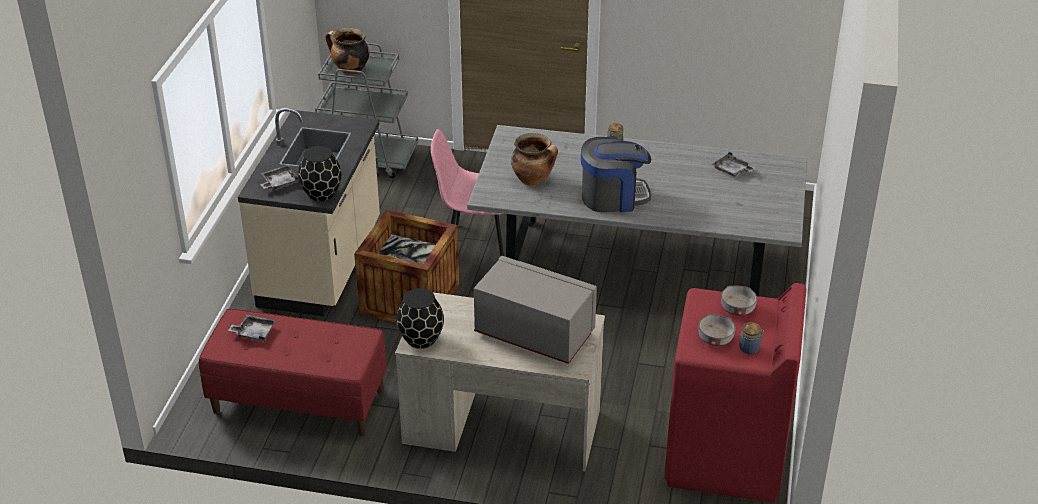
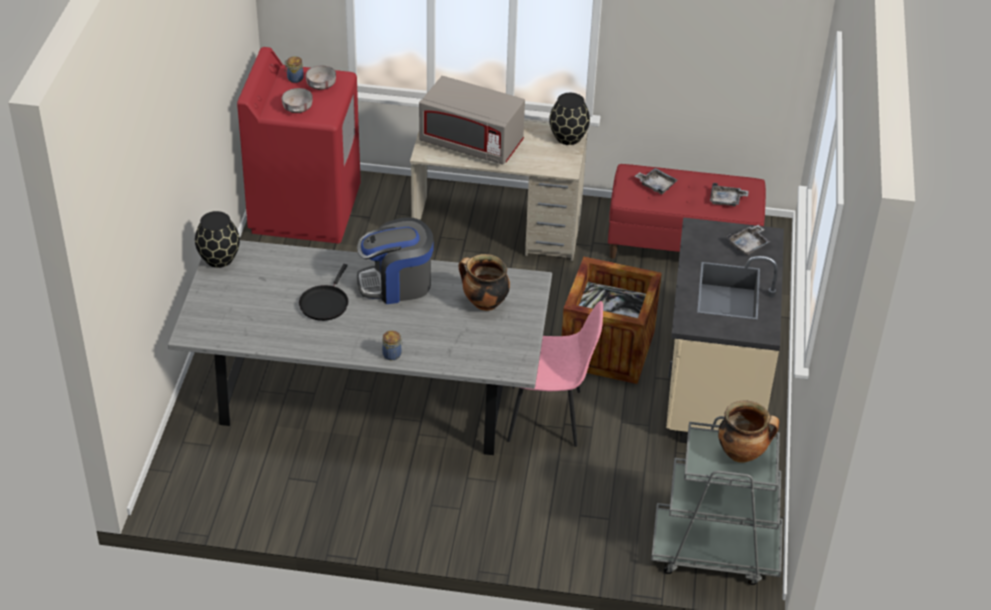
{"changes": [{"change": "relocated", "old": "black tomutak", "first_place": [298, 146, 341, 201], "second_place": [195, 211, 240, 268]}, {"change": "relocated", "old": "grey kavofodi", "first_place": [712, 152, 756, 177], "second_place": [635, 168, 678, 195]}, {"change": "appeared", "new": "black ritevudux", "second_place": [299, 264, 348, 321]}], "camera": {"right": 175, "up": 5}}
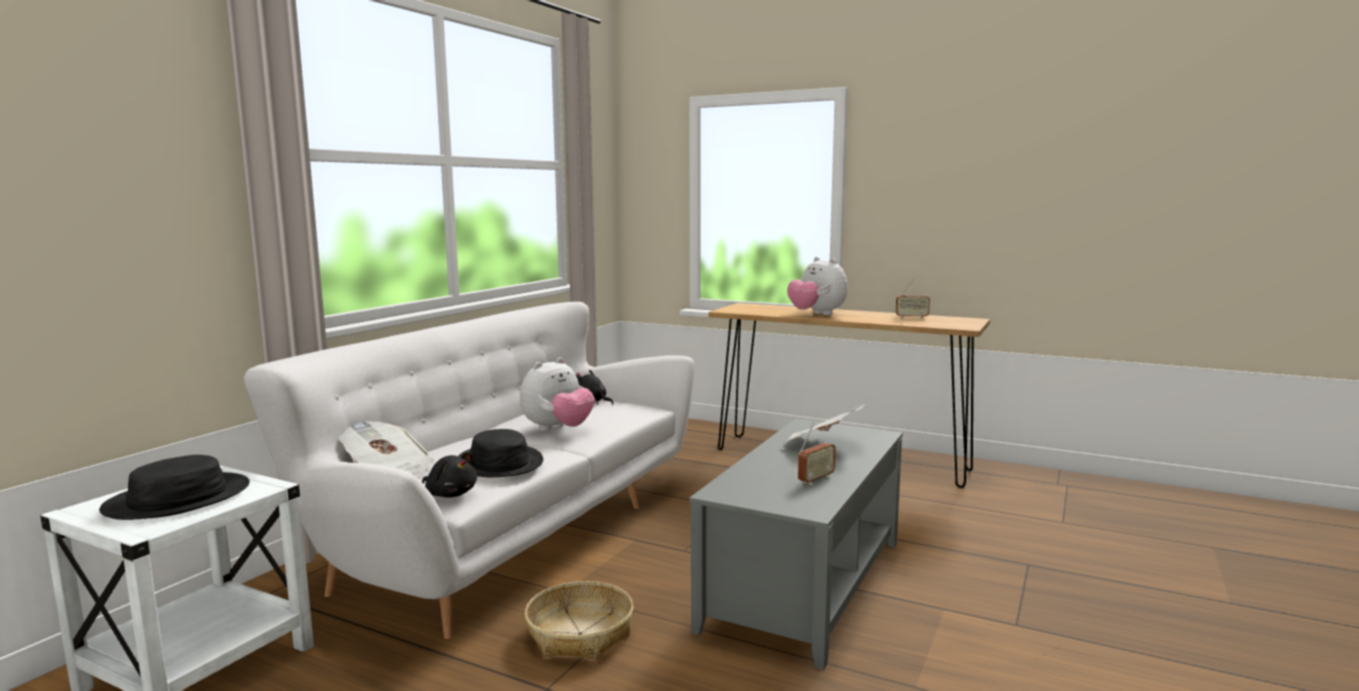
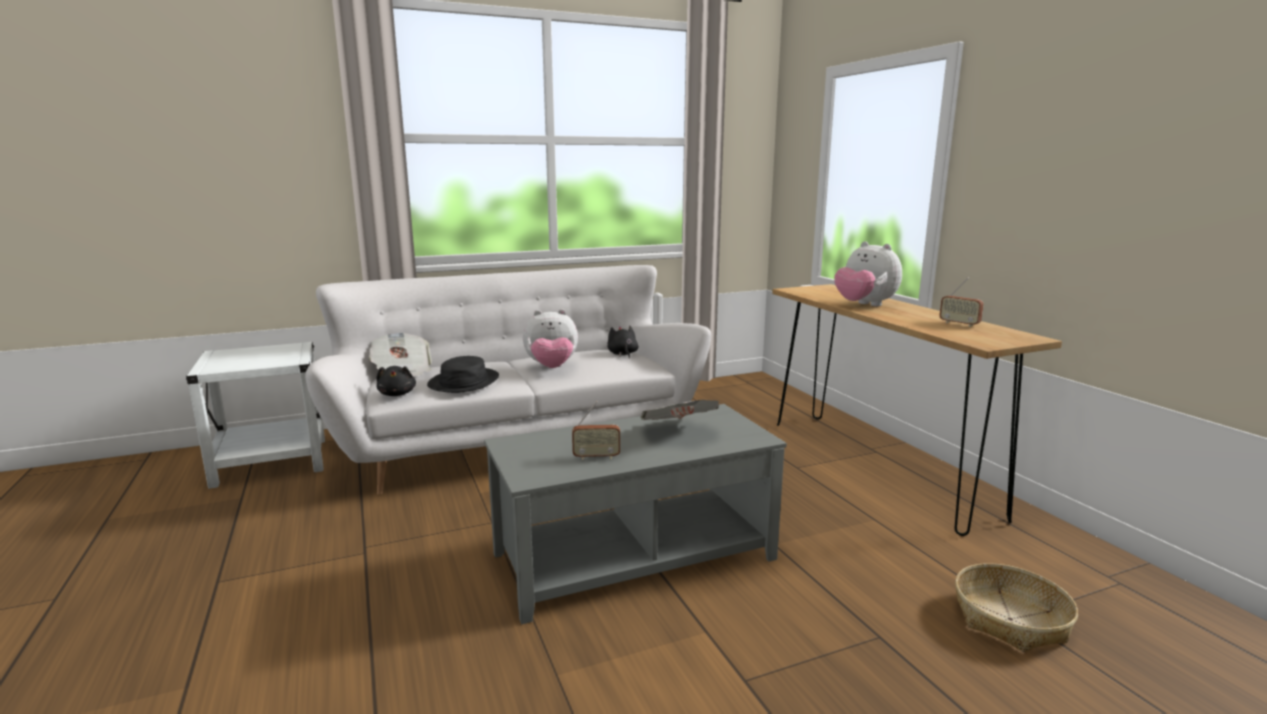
{"changes": [{"change": "missing", "old": "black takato", "first_place": [99, 455, 250, 520]}, {"change": "relocated", "old": "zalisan", "first_place": [525, 581, 634, 659], "second_place": [955, 563, 1078, 652]}, {"change": "spun", "old": "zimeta", "first_place": [787, 257, 848, 315], "second_place": [834, 241, 902, 306], "degrees": -45}], "camera": {"right": 40, "up": 5}}
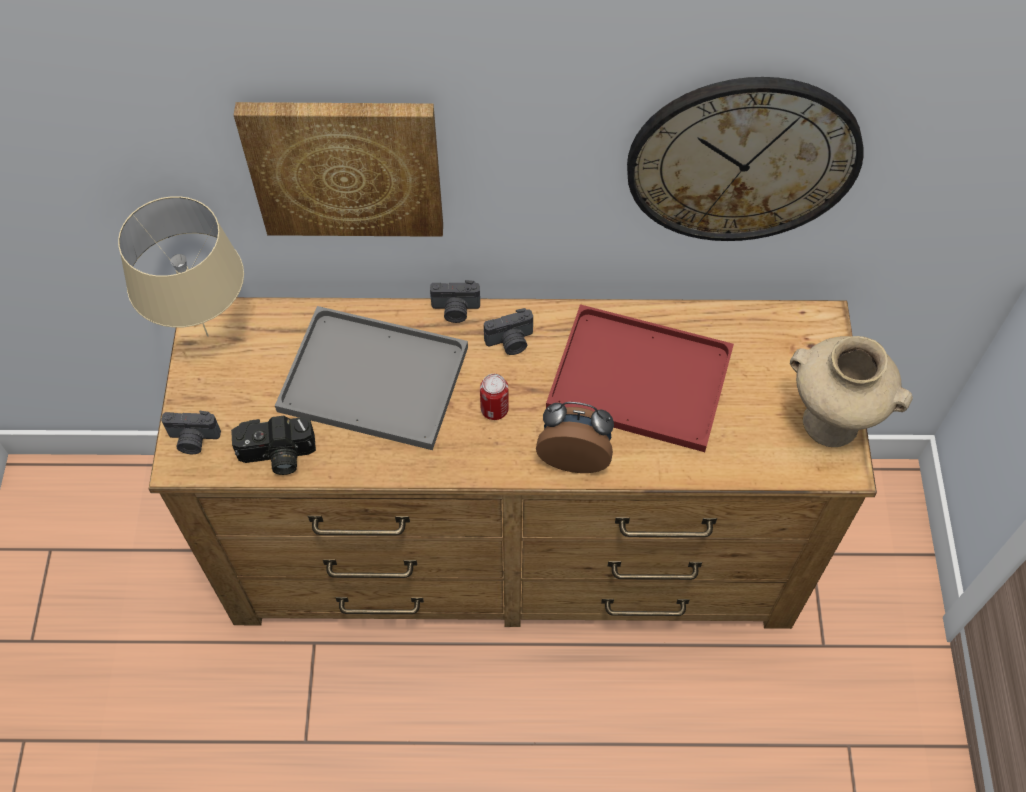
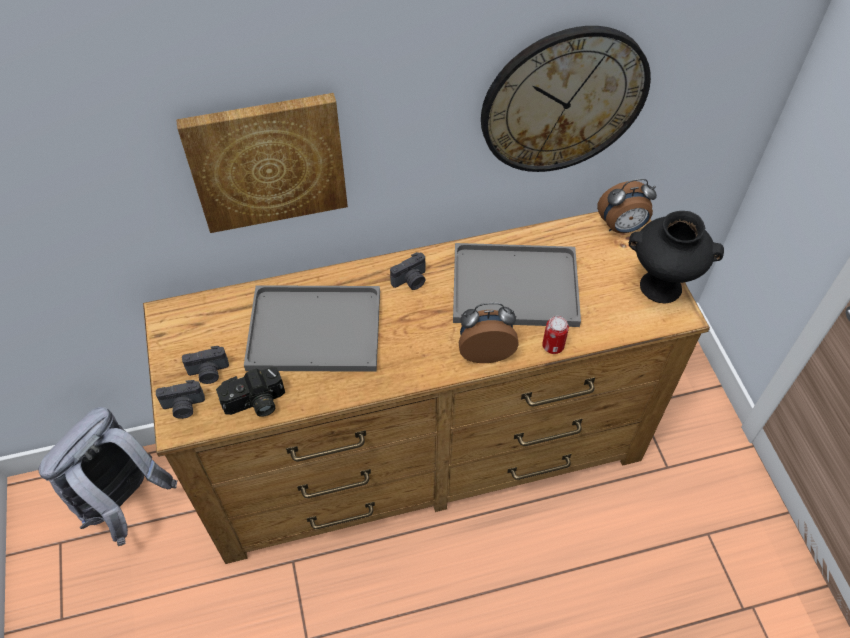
{"changes": [{"change": "missing", "old": "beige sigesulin", "first_place": [118, 196, 244, 337]}, {"change": "relocated", "old": "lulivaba", "first_place": [430, 280, 480, 323], "second_place": [182, 346, 229, 384]}, {"change": "relocated", "old": "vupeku", "first_place": [480, 374, 509, 420], "second_place": [542, 316, 569, 354]}, {"change": "colour", "old": "red kavofodi", "new": "grey kavofodi", "first_place": [546, 304, 734, 452], "second_place": [453, 243, 581, 327]}, {"change": "colour", "old": "beige tomutak", "new": "black tomutak", "first_place": [790, 336, 913, 447], "second_place": [629, 211, 724, 304]}, {"change": "appeared", "new": "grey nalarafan", "second_place": [38, 407, 177, 546]}, {"change": "appeared", "new": "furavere", "second_place": [597, 179, 657, 233]}], "camera": {"right": -15, "up": -5}}
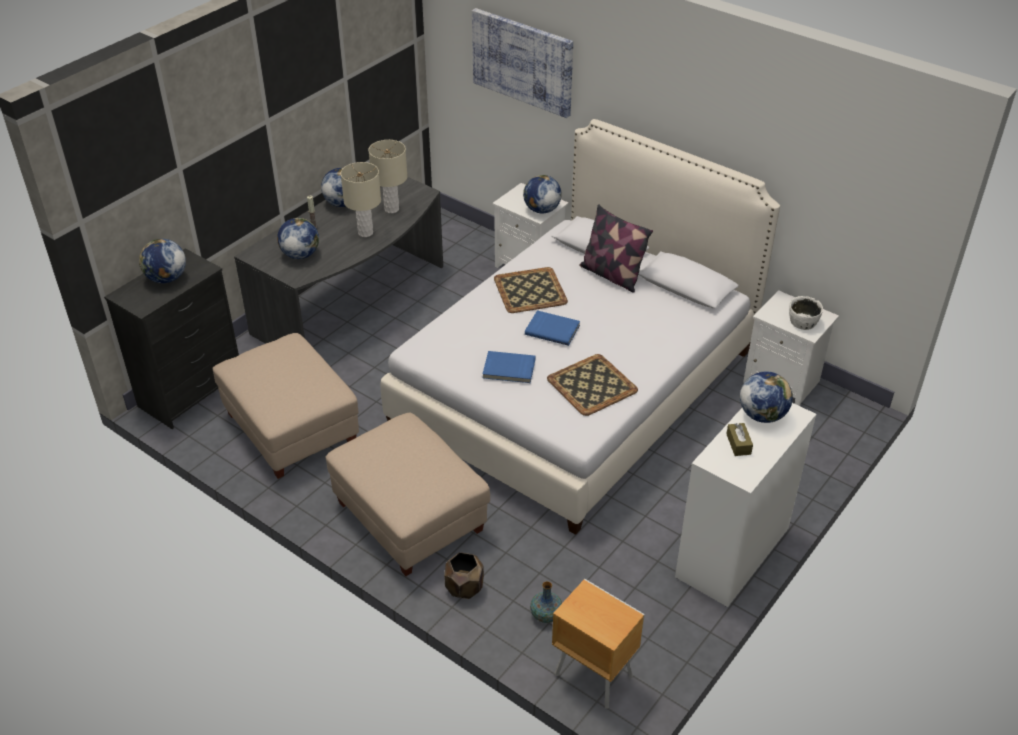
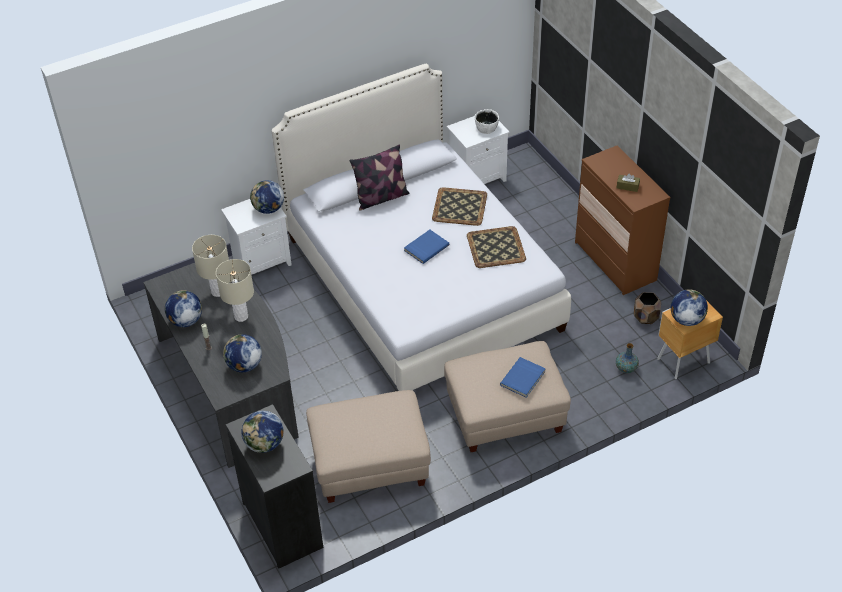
{"changes": [{"change": "relocated", "old": "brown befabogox", "first_place": [444, 552, 484, 599], "second_place": [634, 292, 661, 324]}, {"change": "missing", "old": "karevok", "first_place": [472, 8, 573, 118]}, {"change": "relocated", "old": "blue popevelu", "first_place": [483, 351, 536, 383], "second_place": [500, 357, 546, 398]}, {"change": "relocated", "old": "kavofodi", "first_place": [494, 267, 568, 313], "second_place": [432, 187, 487, 226]}, {"change": "colour", "old": "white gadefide", "new": "brown gadefide", "first_place": [675, 403, 816, 607], "second_place": [575, 146, 670, 295]}, {"change": "relocated", "old": "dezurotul", "first_place": [740, 371, 793, 423], "second_place": [671, 289, 708, 326]}], "camera": {"right": -65, "up": 5}}
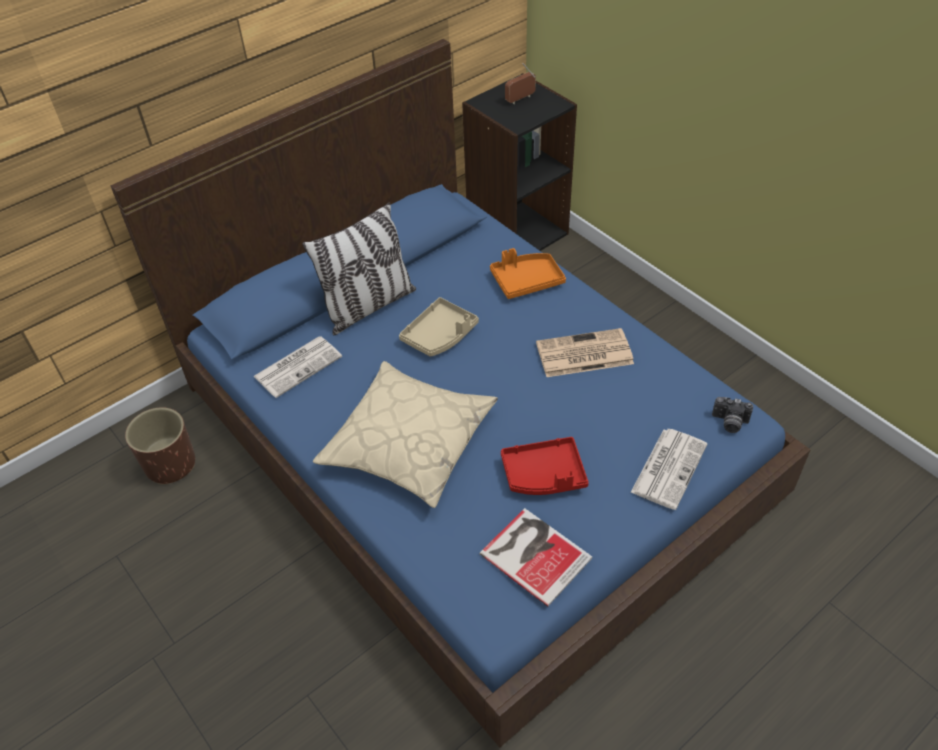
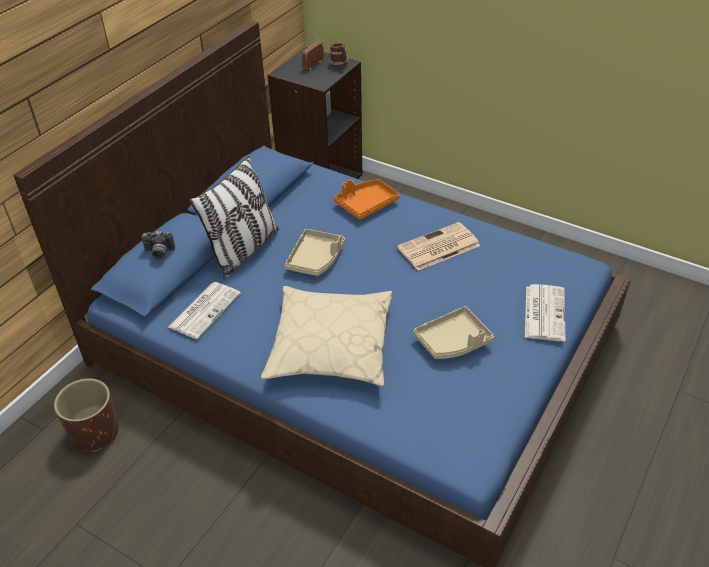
{"changes": [{"change": "missing", "old": "popevelu", "first_place": [480, 508, 592, 607]}, {"change": "colour", "old": "red kavofodi", "new": "beige kavofodi", "first_place": [501, 437, 589, 495], "second_place": [414, 306, 494, 359]}, {"change": "relocated", "old": "lulivaba", "first_place": [712, 397, 753, 433], "second_place": [141, 231, 175, 259]}, {"change": "appeared", "new": "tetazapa", "second_place": [329, 43, 349, 67]}], "camera": {"right": -20, "up": -5}}
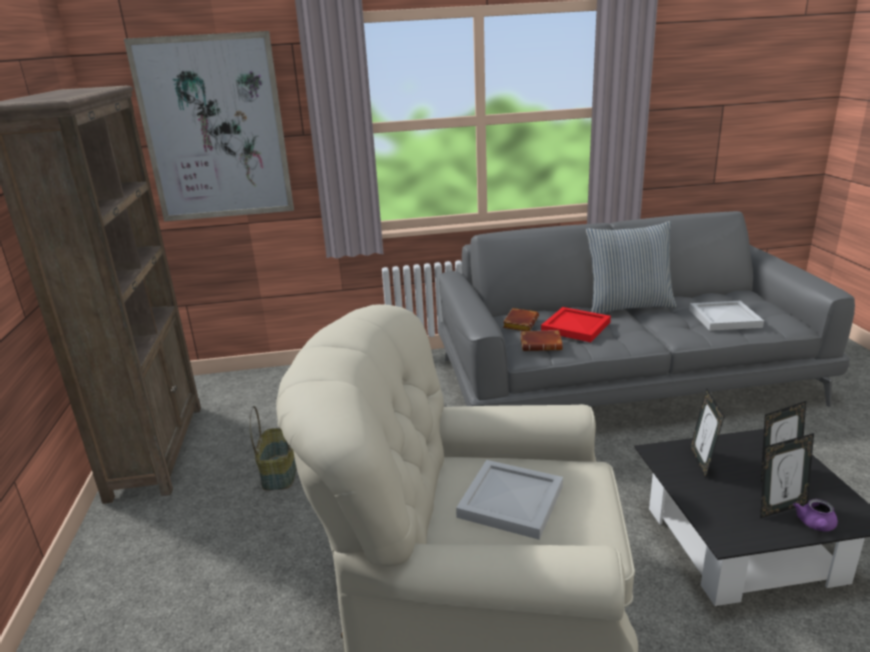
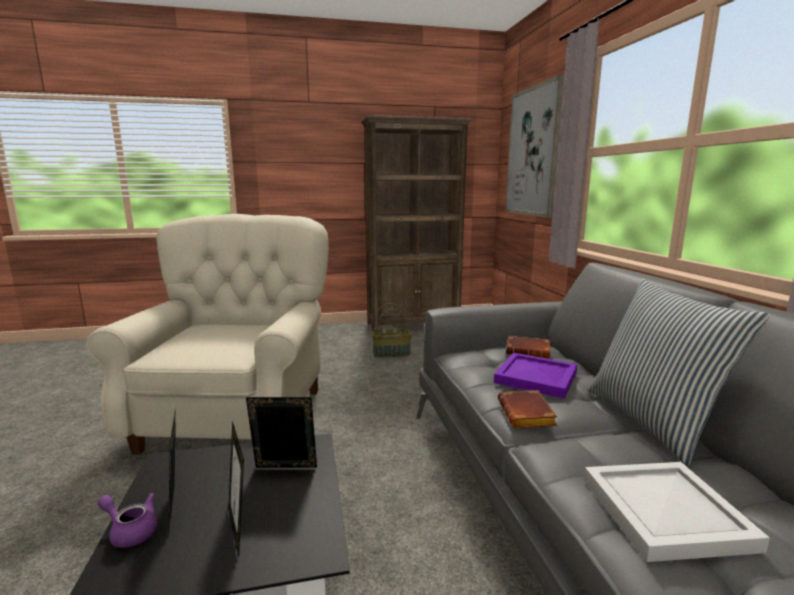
{"changes": [{"change": "missing", "old": "white kavofodi", "first_place": [456, 460, 563, 540]}, {"change": "relocated", "old": "brown popevelu", "first_place": [520, 330, 563, 351], "second_place": [498, 390, 557, 428]}, {"change": "colour", "old": "red kavofodi", "new": "purple kavofodi", "first_place": [541, 307, 611, 342], "second_place": [494, 353, 577, 399]}], "camera": {"right": 85, "up": -10}}
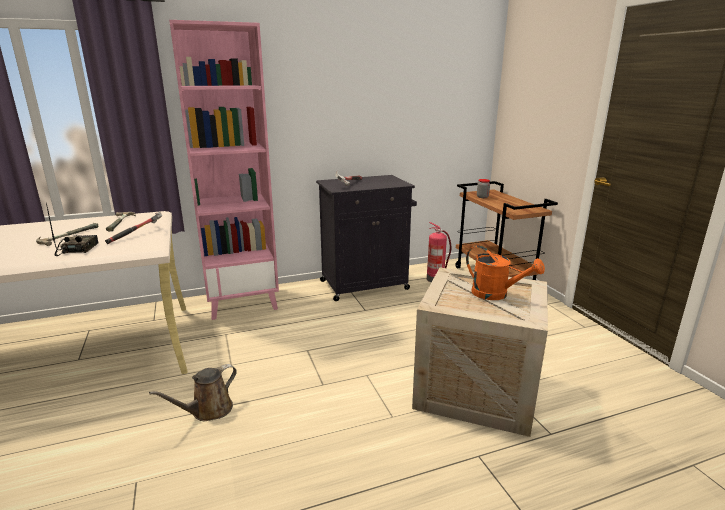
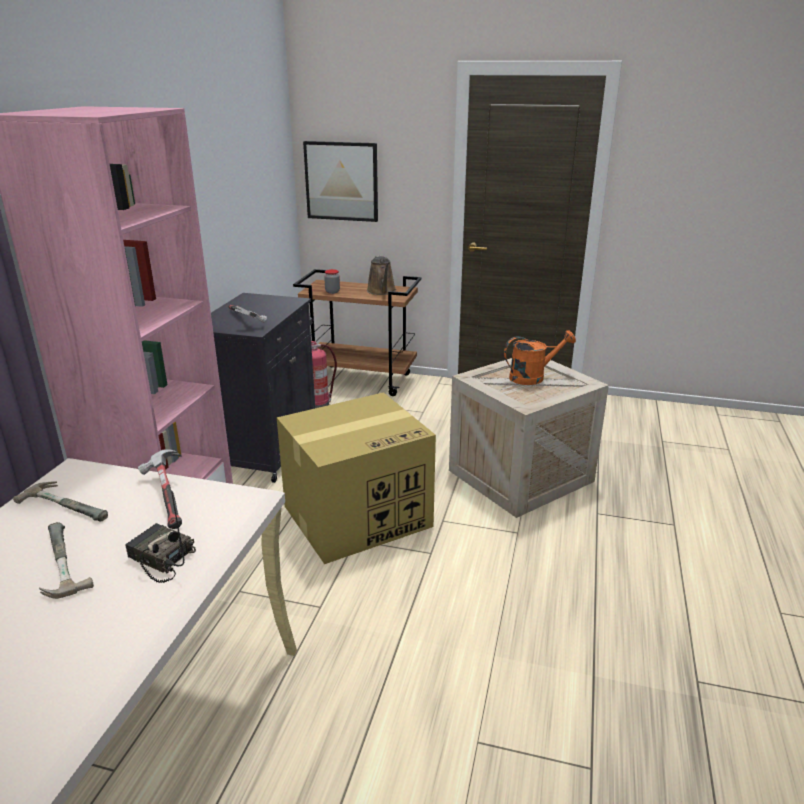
{"changes": [{"change": "relocated", "old": "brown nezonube", "first_place": [149, 364, 237, 421], "second_place": [367, 256, 396, 295]}, {"change": "appeared", "new": "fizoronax", "second_place": [277, 392, 436, 564]}, {"change": "appeared", "new": "karevok", "second_place": [303, 141, 378, 222]}], "camera": {"right": -55, "up": 5}}
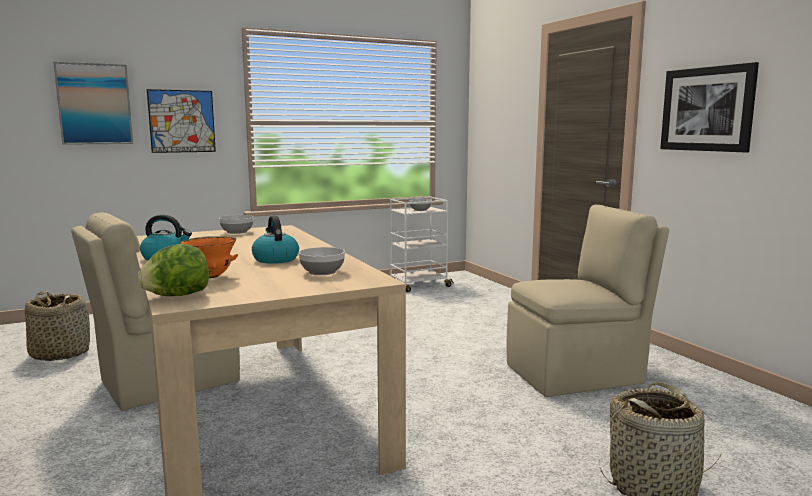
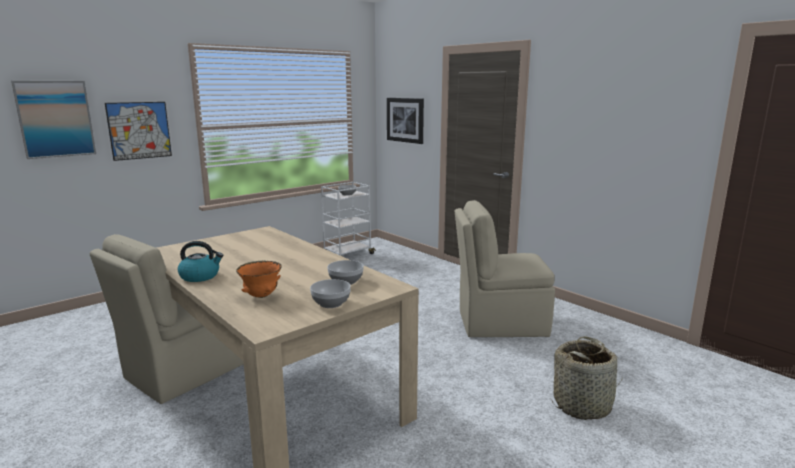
{"changes": [{"change": "missing", "old": "zalisan", "first_place": [25, 291, 90, 361]}, {"change": "missing", "old": "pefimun", "first_place": [137, 244, 209, 296]}, {"change": "relocated", "old": "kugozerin", "first_place": [219, 215, 253, 234], "second_place": [310, 279, 351, 308]}, {"change": "missing", "old": "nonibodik", "first_place": [252, 215, 299, 264]}, {"change": "spun", "old": "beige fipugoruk", "first_place": [506, 205, 669, 397], "second_place": [455, 200, 555, 337], "degrees": -150}, {"change": "relocated", "old": "karevok", "first_place": [660, 62, 759, 153], "second_place": [387, 98, 424, 144]}], "camera": {"right": -15, "up": 5}}
